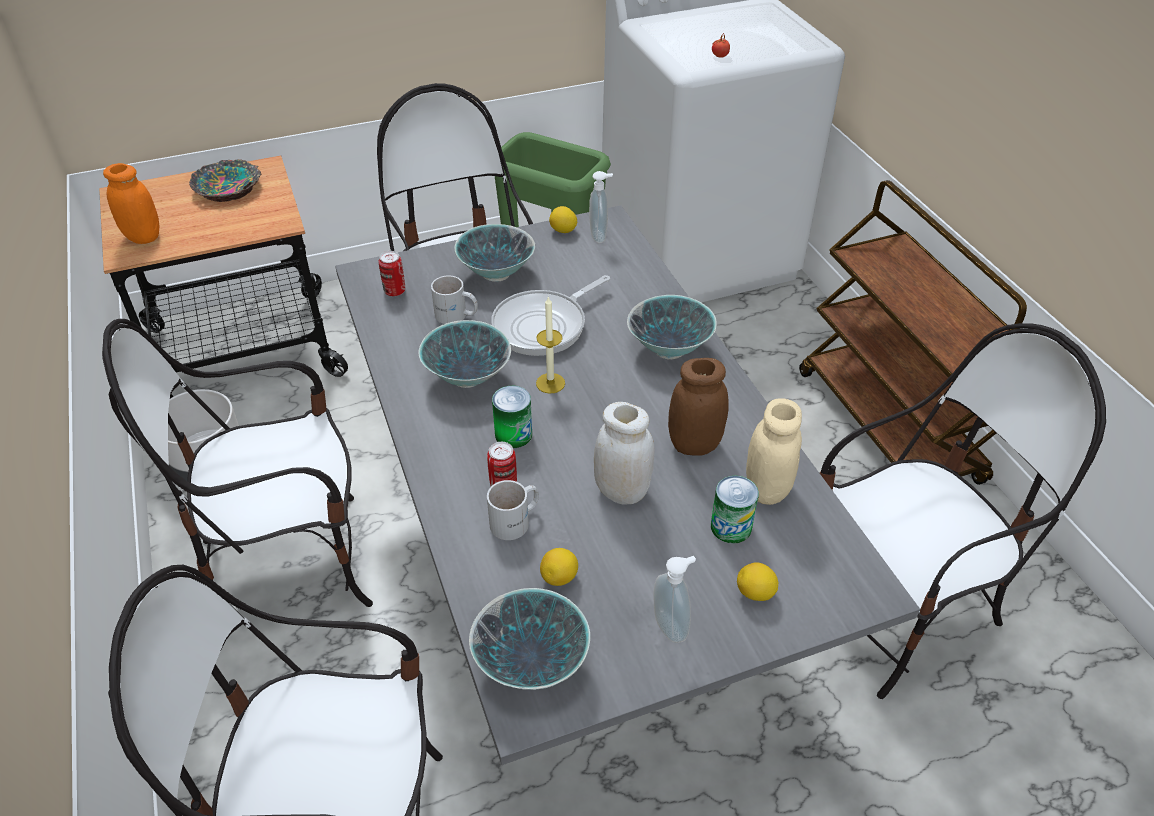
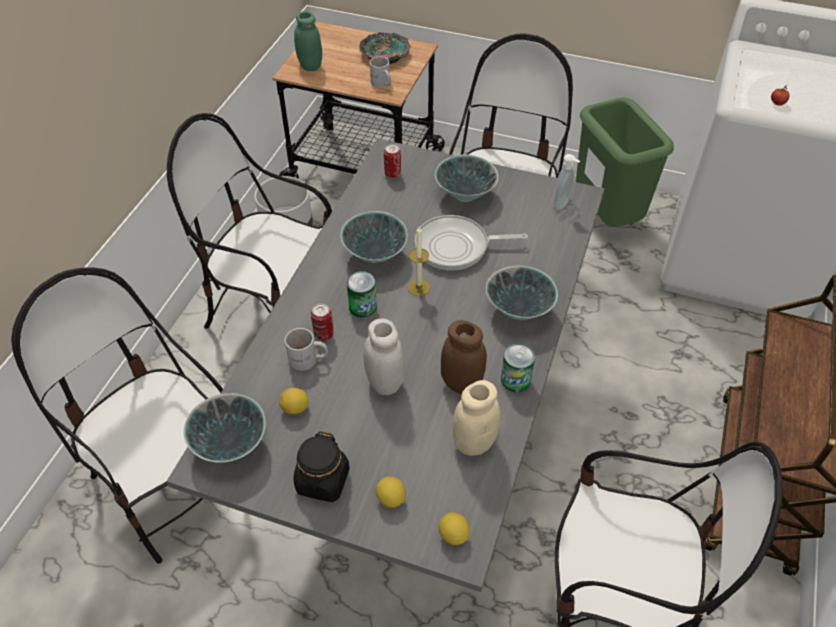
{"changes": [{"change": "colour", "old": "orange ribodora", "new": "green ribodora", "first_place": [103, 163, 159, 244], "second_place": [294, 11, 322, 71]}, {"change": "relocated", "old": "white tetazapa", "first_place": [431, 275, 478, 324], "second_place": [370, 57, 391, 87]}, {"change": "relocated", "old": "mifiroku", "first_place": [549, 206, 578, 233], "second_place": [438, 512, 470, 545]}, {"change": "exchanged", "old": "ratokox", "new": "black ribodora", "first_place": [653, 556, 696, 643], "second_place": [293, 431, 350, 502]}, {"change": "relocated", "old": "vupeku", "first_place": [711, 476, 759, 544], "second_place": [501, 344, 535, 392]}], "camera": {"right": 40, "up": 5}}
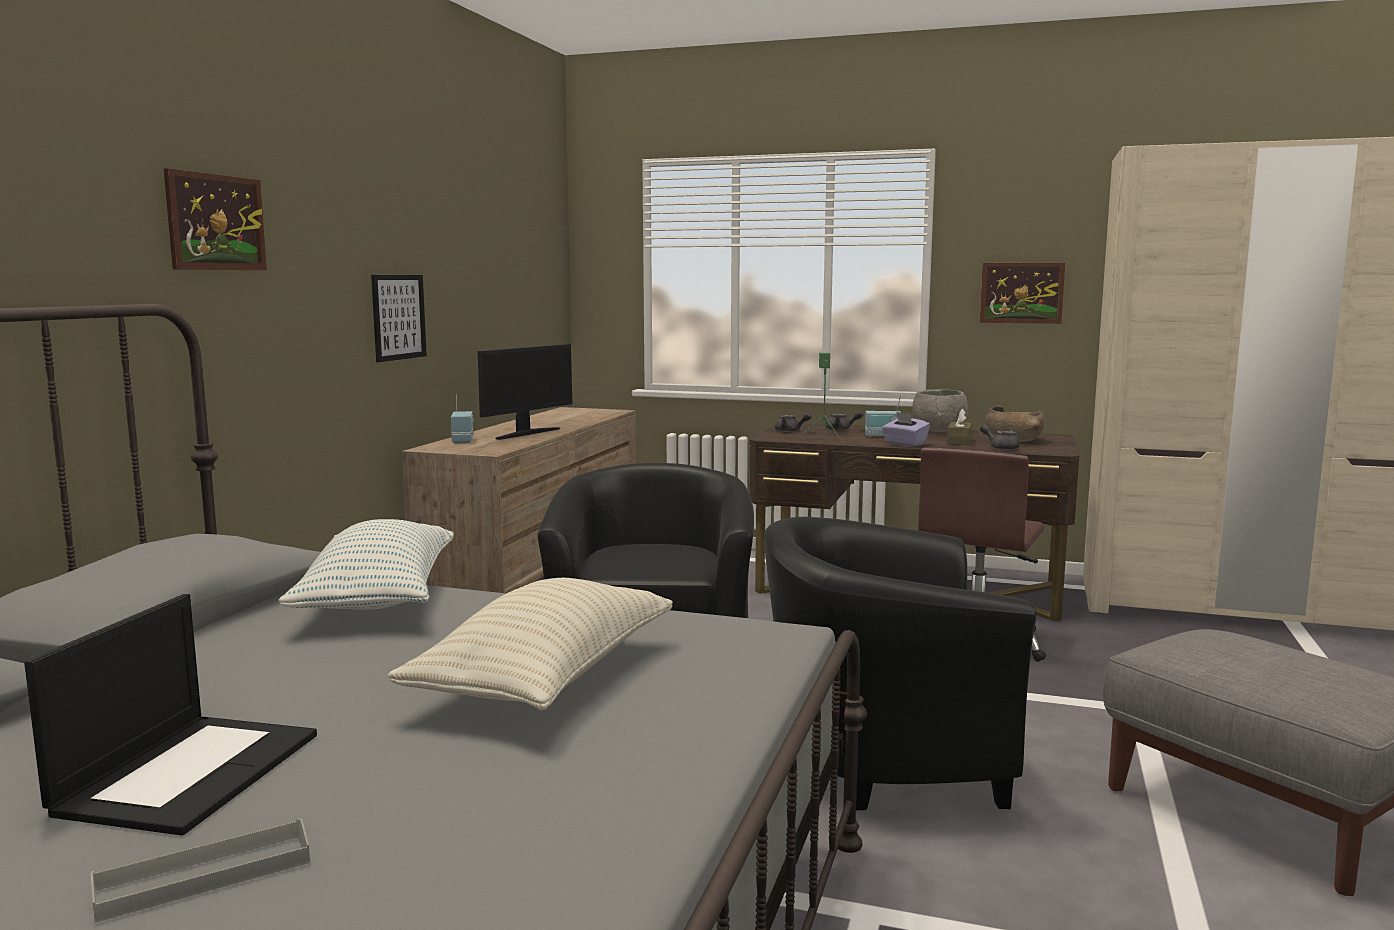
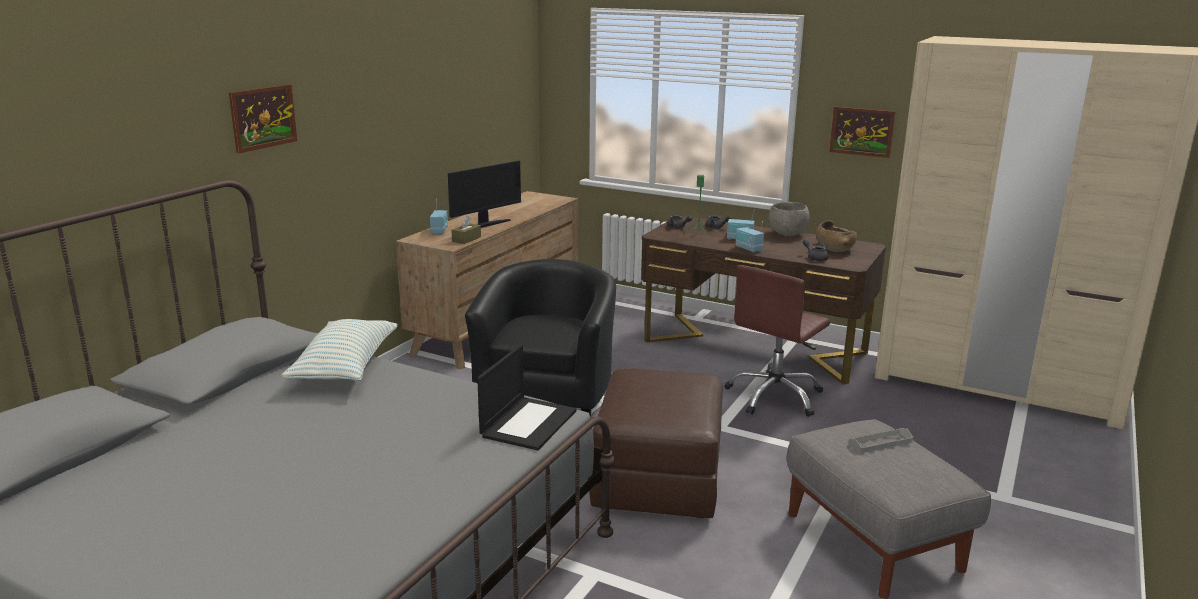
{"changes": [{"change": "relocated", "old": "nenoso", "first_place": [24, 594, 317, 836], "second_place": [477, 344, 577, 450]}, {"change": "relocated", "old": "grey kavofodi", "first_place": [90, 819, 310, 922], "second_place": [848, 428, 913, 453]}, {"change": "missing", "old": "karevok", "first_place": [371, 275, 427, 362]}, {"change": "missing", "old": "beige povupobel", "first_place": [388, 578, 673, 710]}, {"change": "exchanged", "old": "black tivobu", "new": "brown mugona", "first_place": [764, 517, 1036, 810], "second_place": [589, 368, 723, 518]}, {"change": "exchanged", "old": "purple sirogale", "new": "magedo", "first_place": [882, 412, 930, 447], "second_place": [735, 221, 764, 253]}, {"change": "relocated", "old": "brown sirogale", "first_place": [947, 409, 972, 445], "second_place": [451, 216, 481, 244]}], "camera": {"right": 10, "up": 10}}
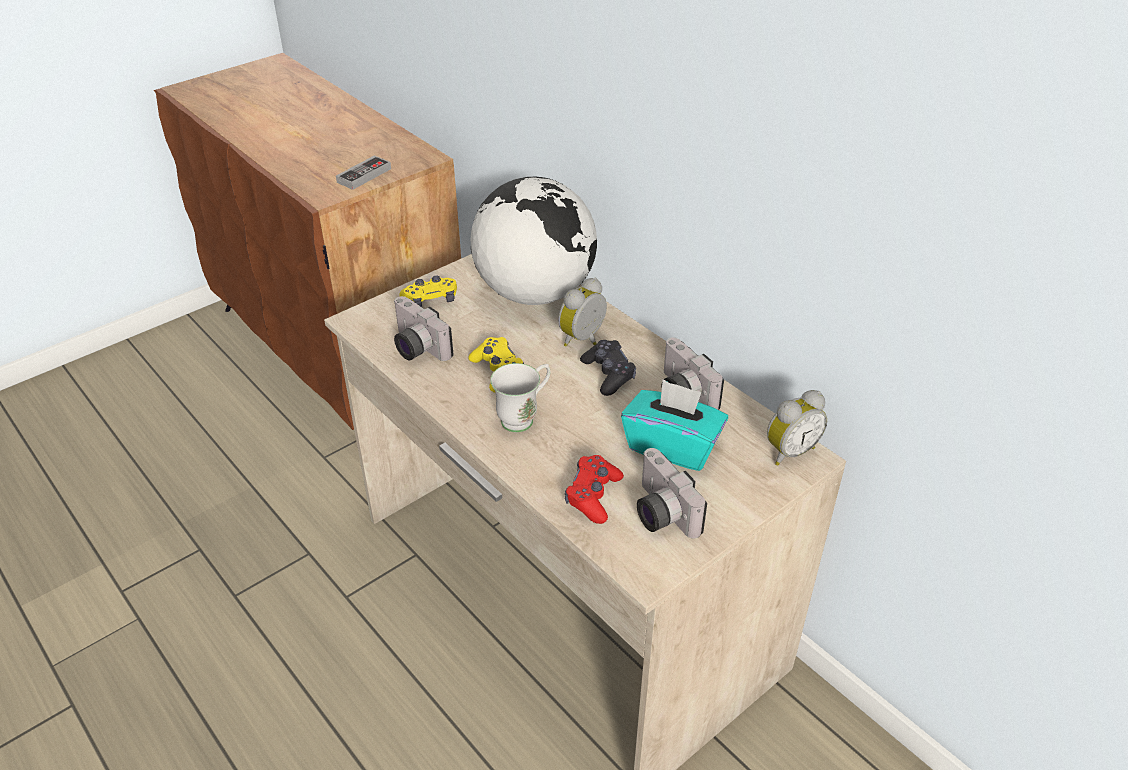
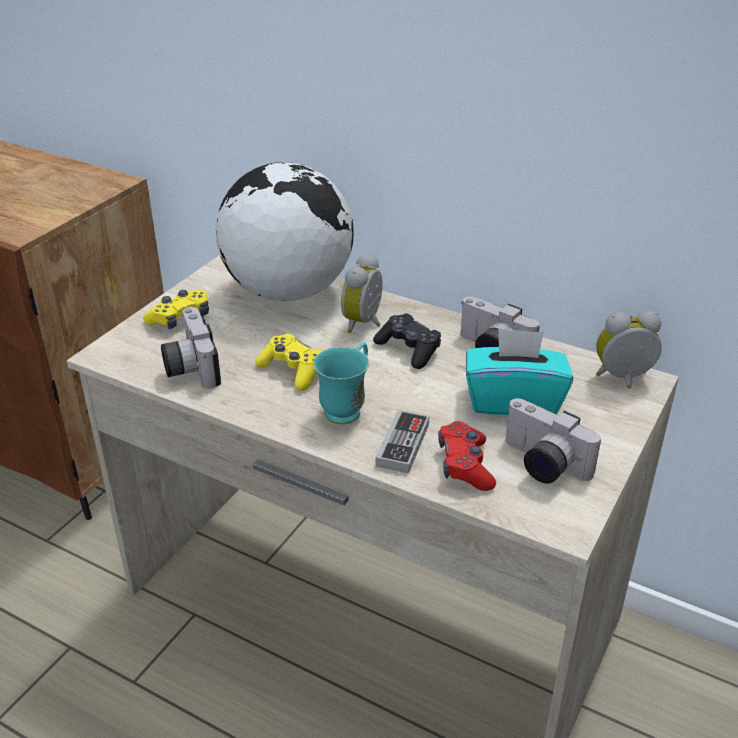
{"changes": [{"change": "relocated", "old": "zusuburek", "first_place": [336, 155, 391, 190], "second_place": [375, 410, 429, 473]}, {"change": "spun", "old": "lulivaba", "first_place": [394, 296, 454, 361], "second_place": [161, 307, 221, 389], "degrees": 45}, {"change": "colour", "old": "white tetazapa", "new": "turquoise tetazapa", "first_place": [490, 363, 550, 432], "second_place": [313, 342, 369, 424]}, {"change": "spun", "old": "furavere", "first_place": [767, 390, 827, 466], "second_place": [596, 311, 662, 389], "degrees": -135}], "camera": {"right": -20, "up": -5}}
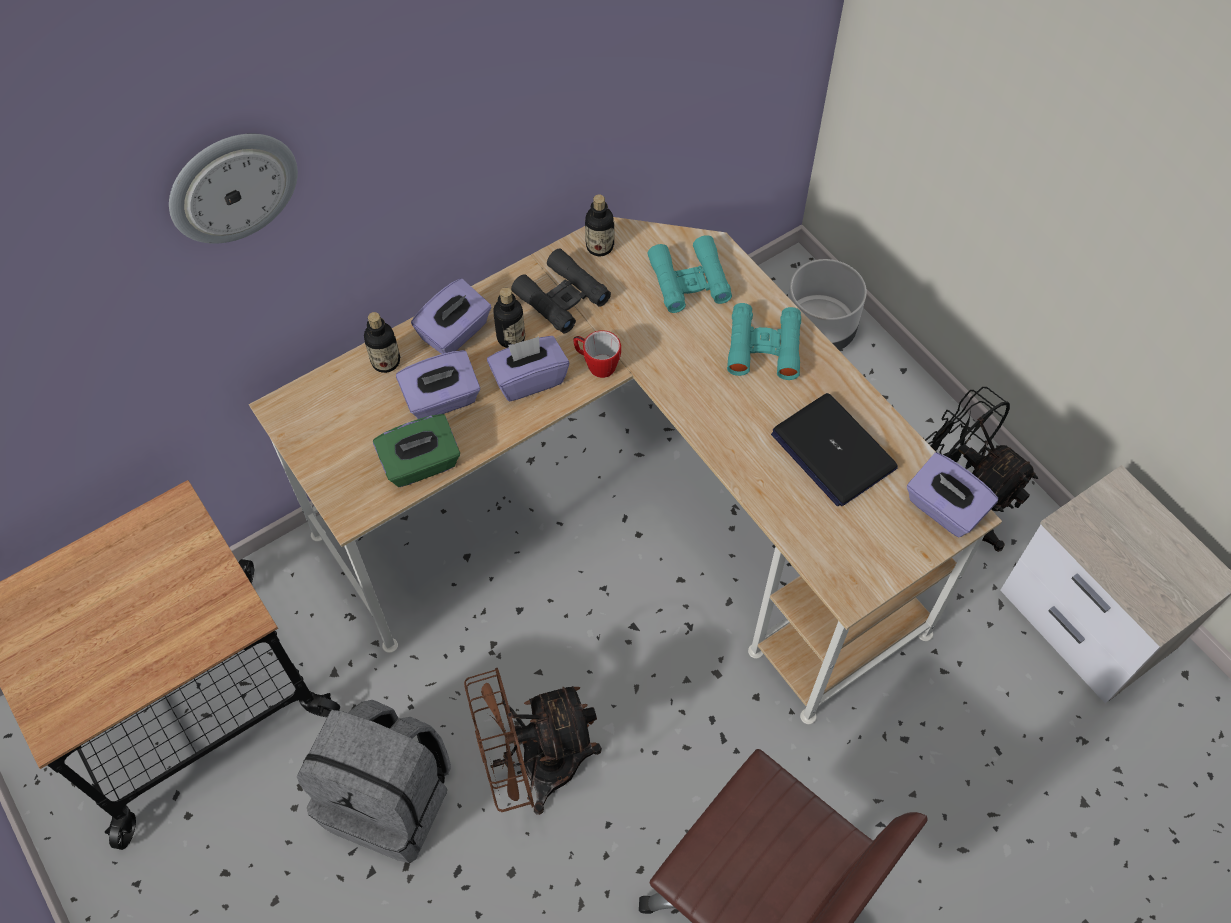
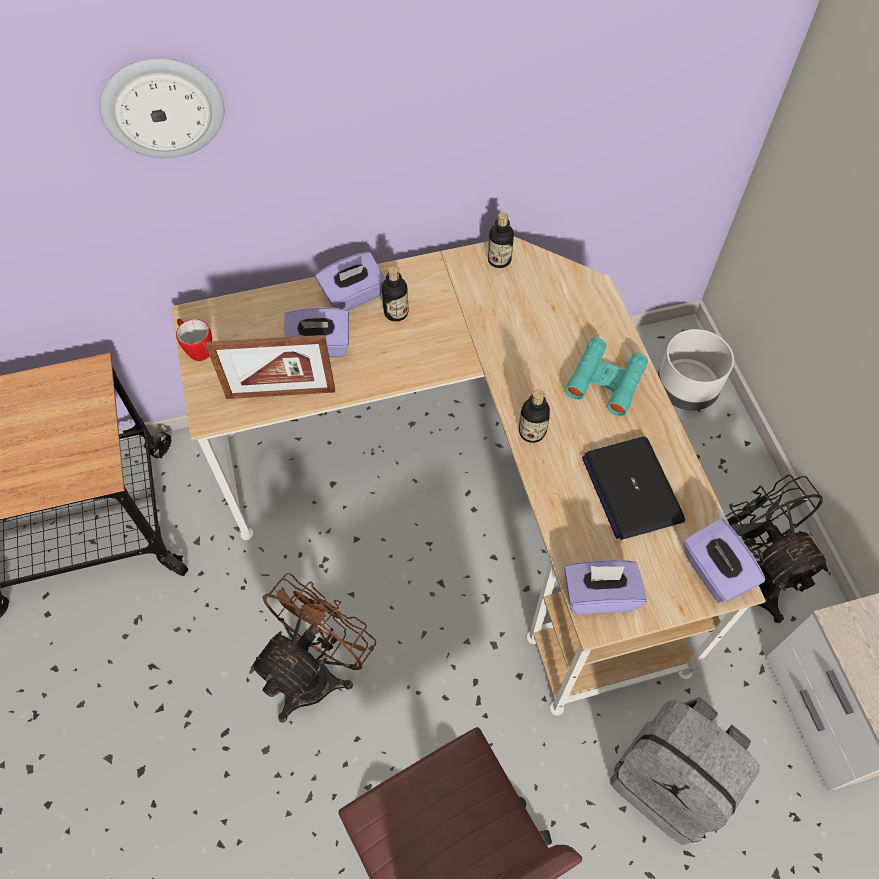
{"changes": [{"change": "relocated", "old": "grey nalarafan", "first_place": [297, 700, 451, 863], "second_place": [610, 697, 760, 845]}, {"change": "relocated", "old": "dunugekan", "first_place": [364, 312, 400, 373], "second_place": [519, 389, 550, 443]}, {"change": "exchanged", "old": "green sirogale", "new": "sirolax", "first_place": [373, 414, 460, 487], "second_place": [206, 335, 335, 399]}, {"change": "spun", "old": "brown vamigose", "first_place": [464, 668, 602, 815], "second_place": [249, 573, 376, 723], "degrees": 120}, {"change": "relocated", "old": "purple sirogale", "first_place": [487, 336, 569, 401], "second_place": [564, 560, 647, 614]}, {"change": "missing", "old": "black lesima", "first_place": [511, 249, 611, 334]}, {"change": "relocated", "old": "tetazapa", "first_place": [574, 330, 621, 378], "second_place": [176, 319, 212, 361]}, {"change": "missing", "old": "turquoise lesima", "first_place": [648, 235, 732, 313]}], "camera": {"right": 20, "up": 0}}
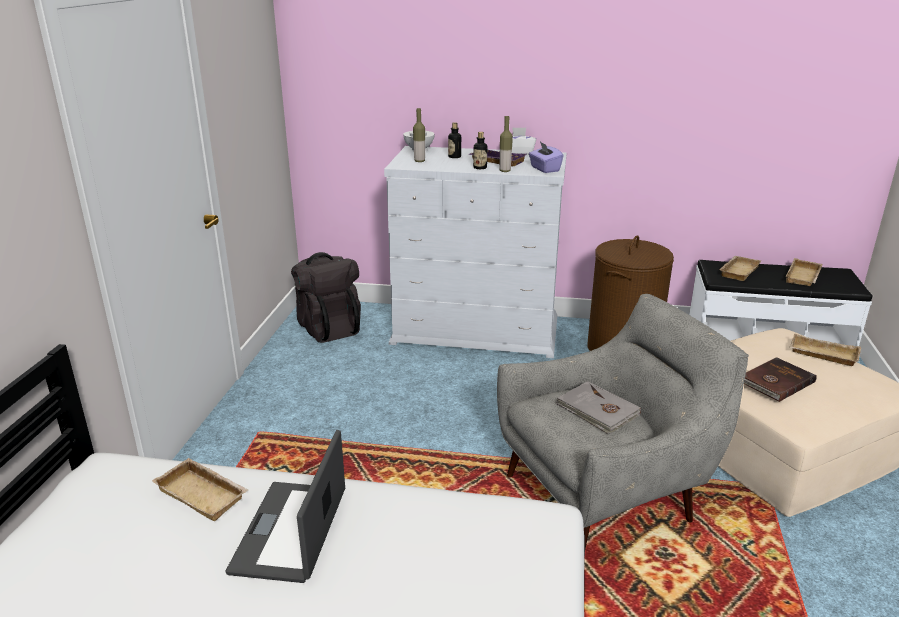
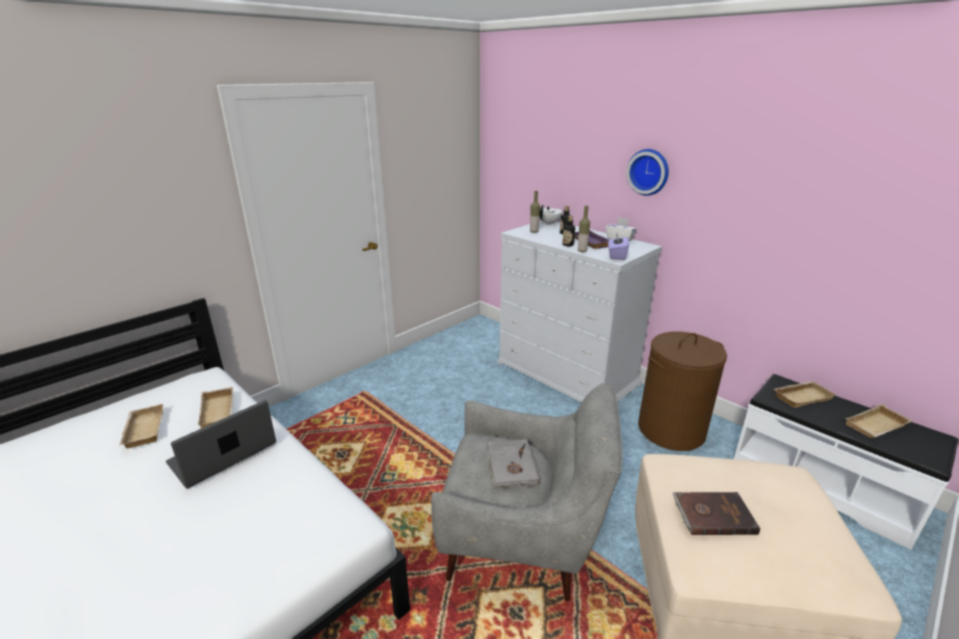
{"changes": [{"change": "missing", "old": "black nalarafan", "first_place": [291, 252, 361, 343]}, {"change": "relocated", "old": "beige kavofodi", "first_place": [789, 334, 861, 366], "second_place": [120, 404, 163, 448]}, {"change": "appeared", "new": "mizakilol", "second_place": [626, 149, 669, 196]}], "camera": {"right": 35, "up": 0}}
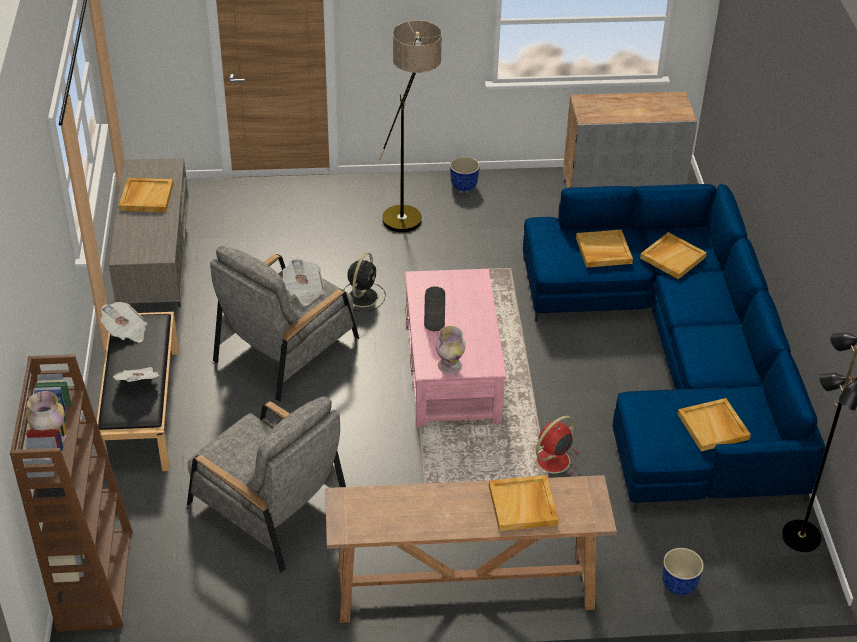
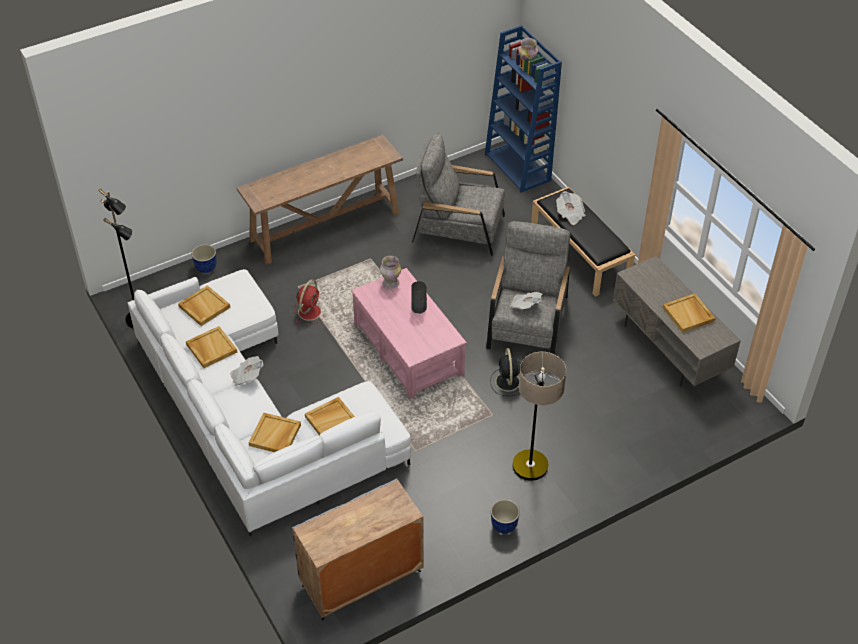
{"changes": [{"change": "colour", "old": "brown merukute", "new": "blue merukute", "first_place": [10, 354, 133, 632], "second_place": [485, 25, 562, 193]}, {"change": "relocated", "old": "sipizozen", "first_place": [101, 302, 147, 342], "second_place": [230, 356, 263, 386]}, {"change": "relocated", "old": "beige kavofodi", "first_place": [489, 475, 559, 531], "second_place": [186, 326, 237, 368]}, {"change": "colour", "old": "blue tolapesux", "new": "white tolapesux", "first_place": [523, 184, 825, 512], "second_place": [128, 269, 411, 536]}], "camera": {"right": 155, "up": 5}}
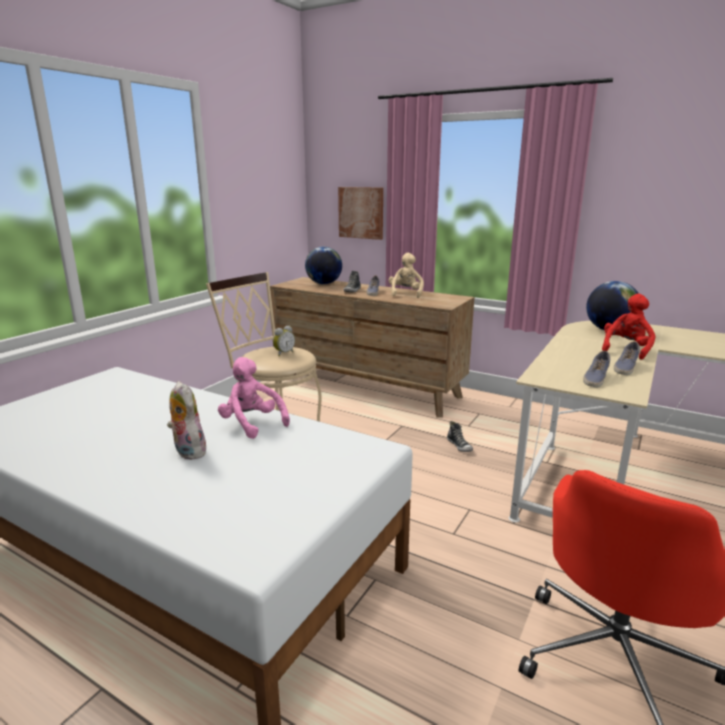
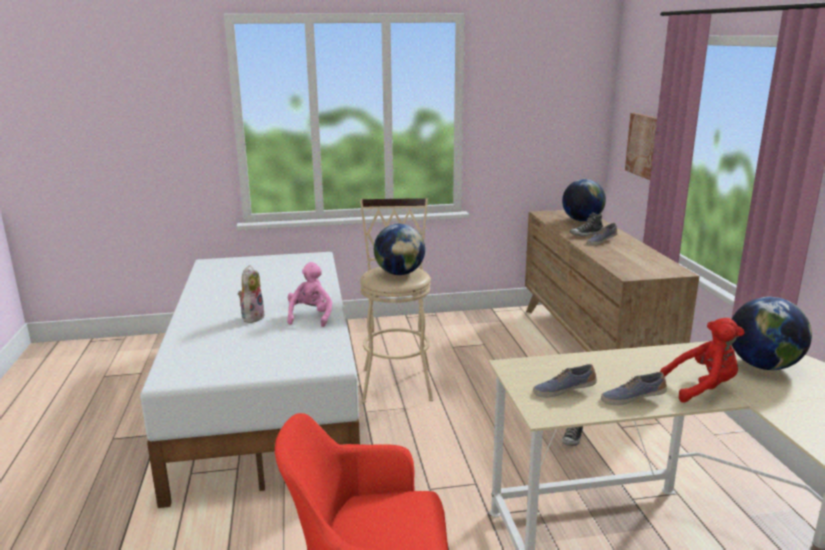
{"changes": [{"change": "exchanged", "old": "furavere", "new": "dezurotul", "first_place": [273, 325, 295, 356], "second_place": [374, 224, 425, 275]}, {"change": "missing", "old": "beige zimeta", "first_place": [389, 253, 424, 298]}], "camera": {"right": 50, "up": 0}}
